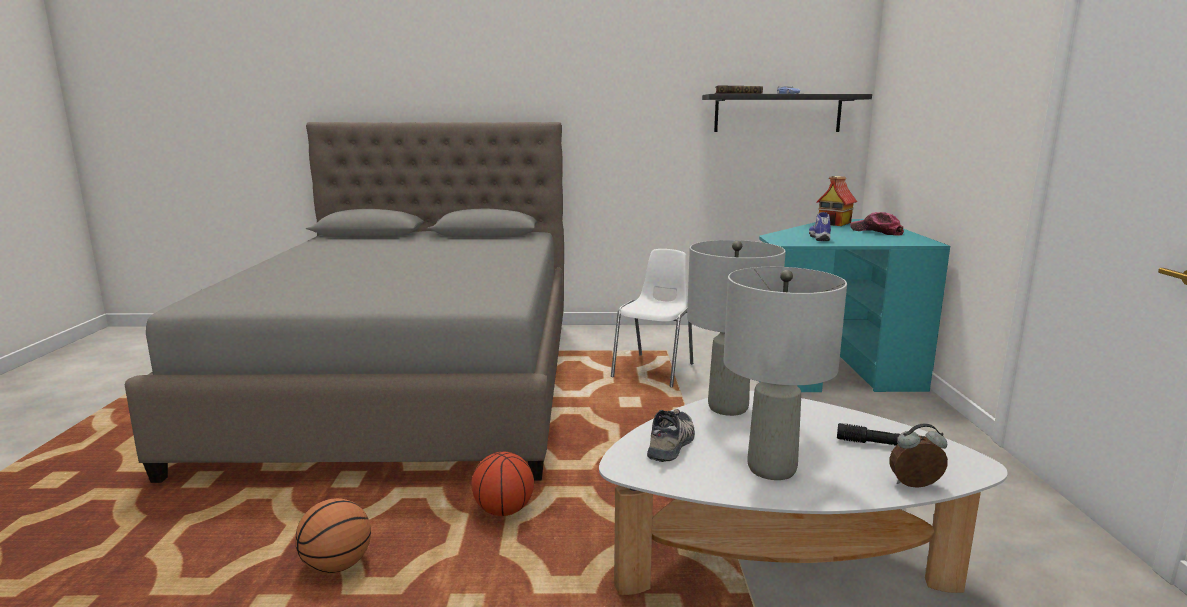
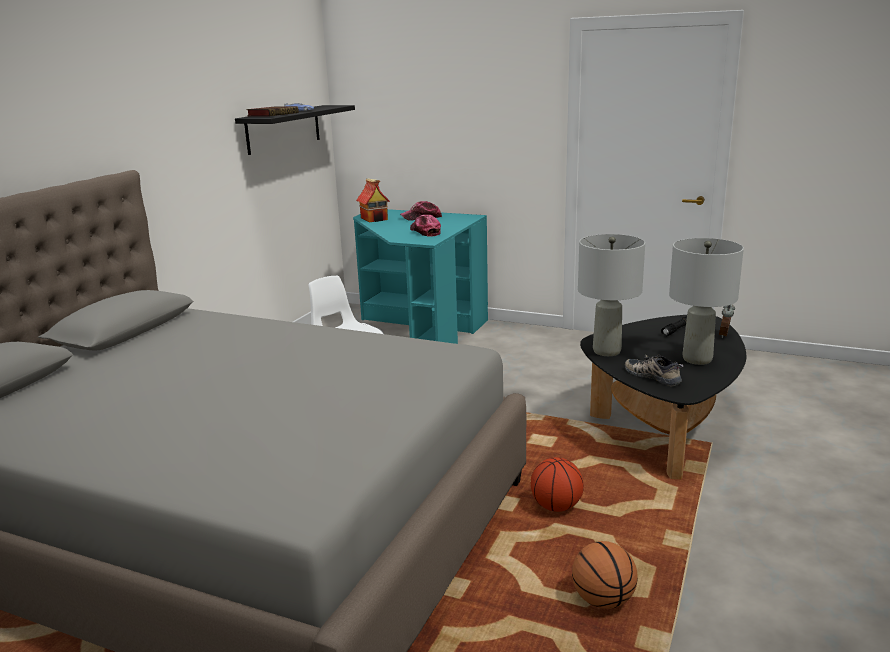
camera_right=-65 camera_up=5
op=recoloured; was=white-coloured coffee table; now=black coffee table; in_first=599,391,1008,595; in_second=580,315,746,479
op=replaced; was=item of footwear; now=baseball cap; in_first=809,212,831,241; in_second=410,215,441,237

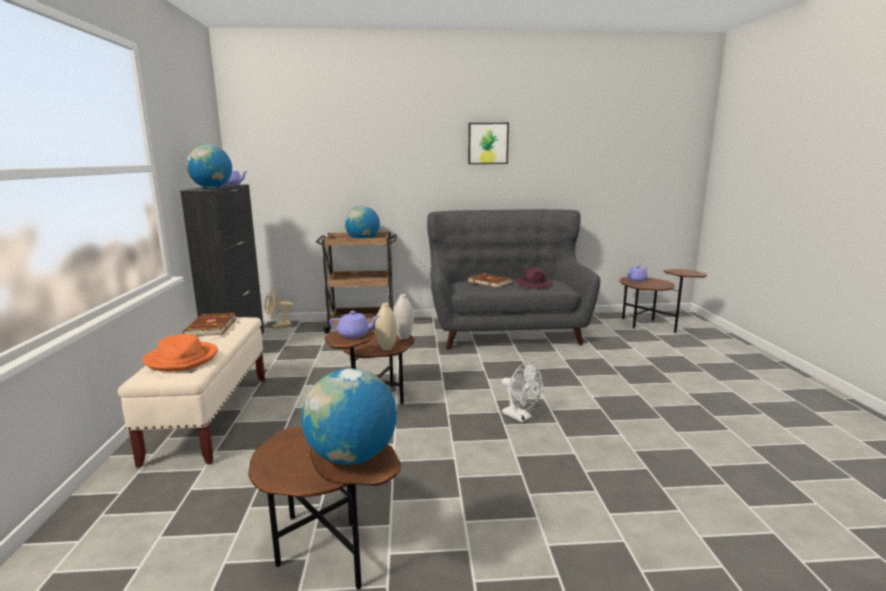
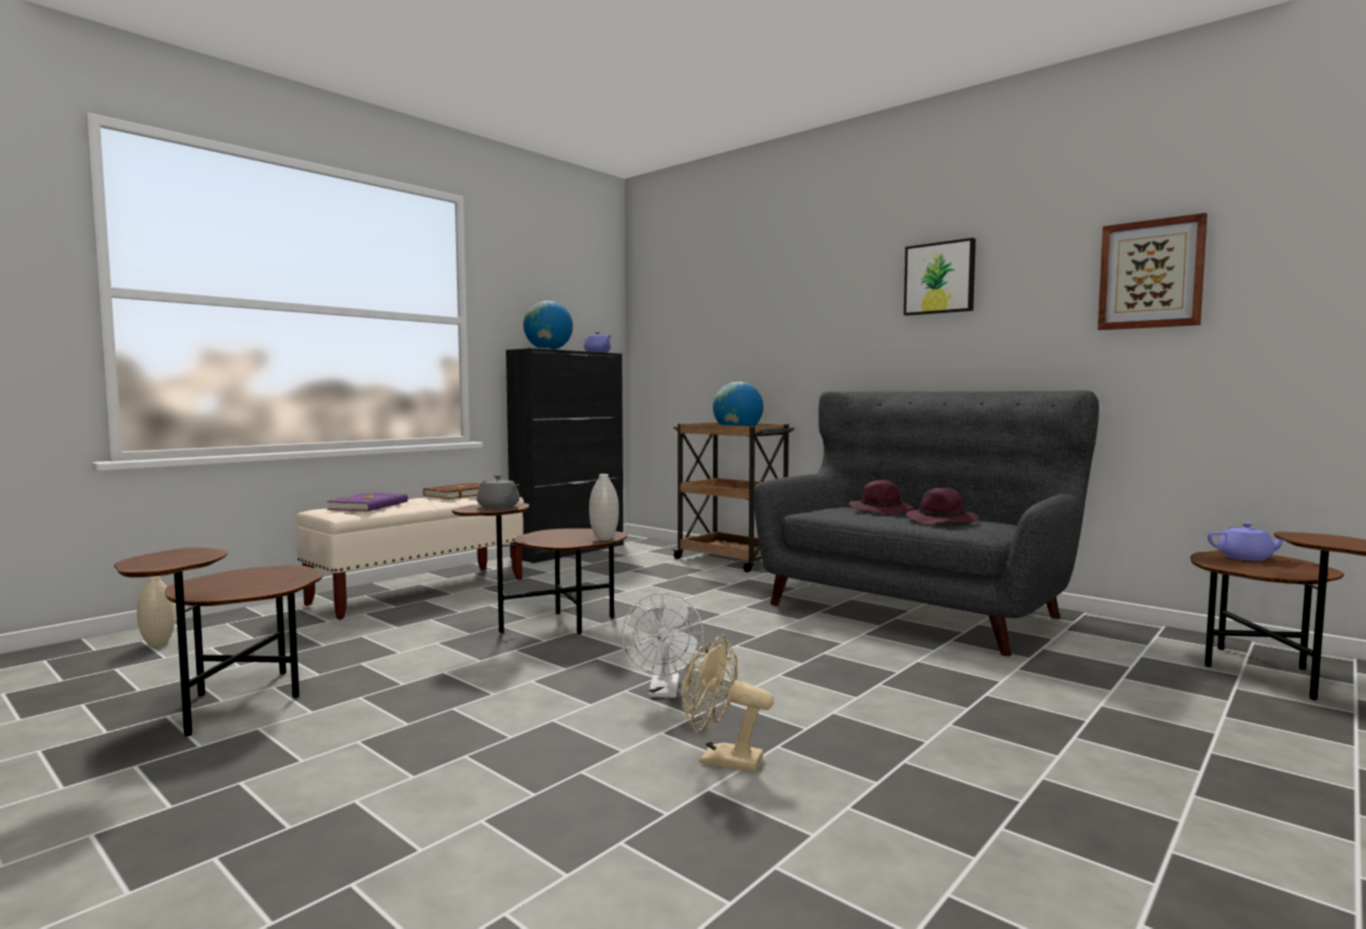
camera_right=45 camera_up=-10
op=replaced; was=orangey hat; now=purplish volume; in_first=143,334,218,371; in_second=326,492,408,511
op=moved; was=sand-coloured cooling fan; in_first=265,289,293,328; in_second=682,634,774,772
op=removed; was=world globe; in_first=301,368,397,465
op=recoloured; was=purplish pot for tea; now=grey pot for tea; in_first=329,311,380,338; in_second=477,475,520,509
op=moved; was=sand-coloured vase; in_first=375,303,397,351; in_second=137,576,175,647
op=replaced; was=brownish volume; now=purplish hat; in_first=467,273,513,288; in_second=849,480,914,515
op=added; now=picture; in_second=1098,213,1207,330

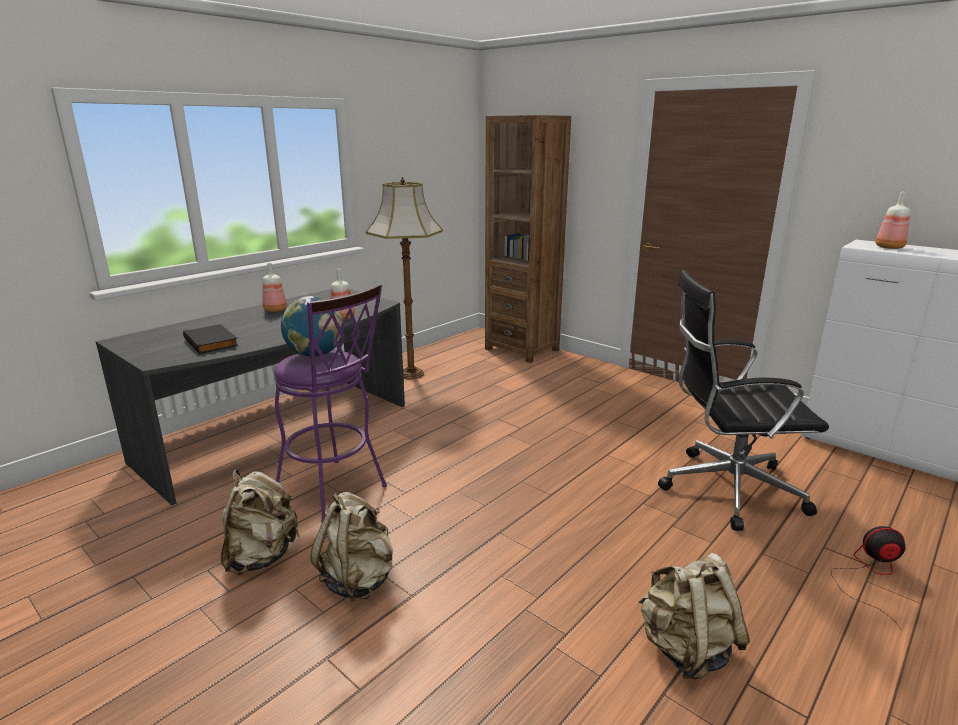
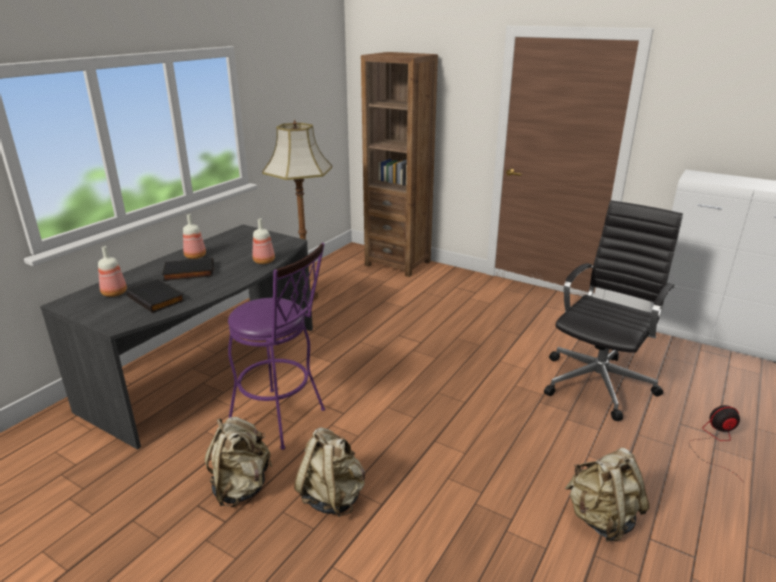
camera_right=-10 camera_up=5
op=removed; was=world globe; in_first=281,296,344,357
op=turned; was=black office chair; in_first=658,270,829,531; in_second=544,200,683,421; clockwise=135
op=moved; was=drink bottle; in_first=875,192,910,249; in_second=98,246,127,297
op=added; now=black volume; in_second=162,258,214,281

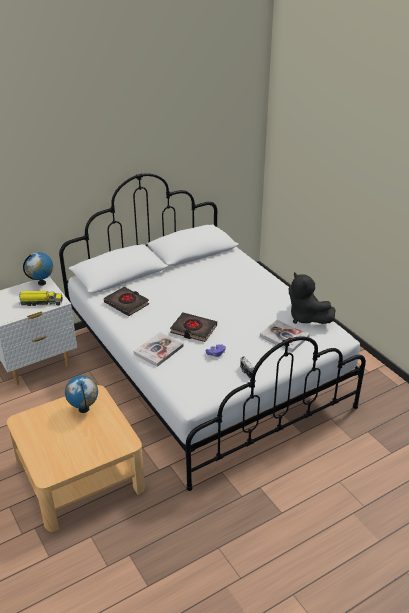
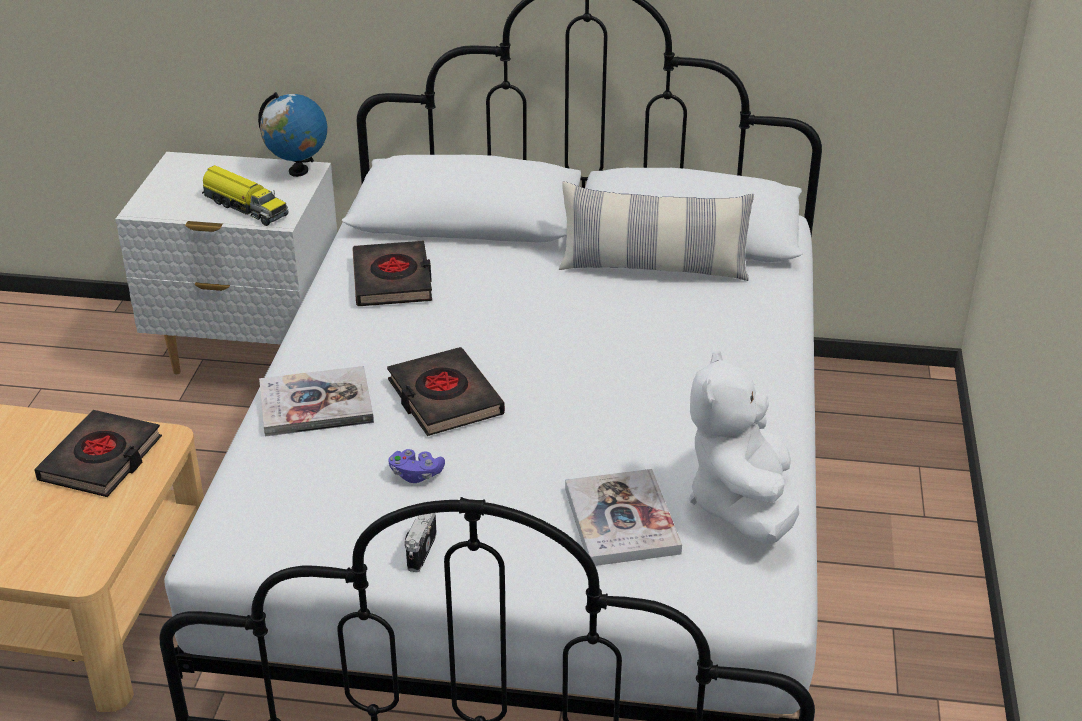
camera_right=40 camera_up=0
op=replaced; was=world globe; now=black volume; in_first=65,375,98,413; in_second=34,410,162,497
op=recoloured; was=black plush toy; now=white-coloured plush toy; in_first=289,272,335,324; in_second=689,349,799,544
op=added; now=throw pillow; in_second=559,181,754,281

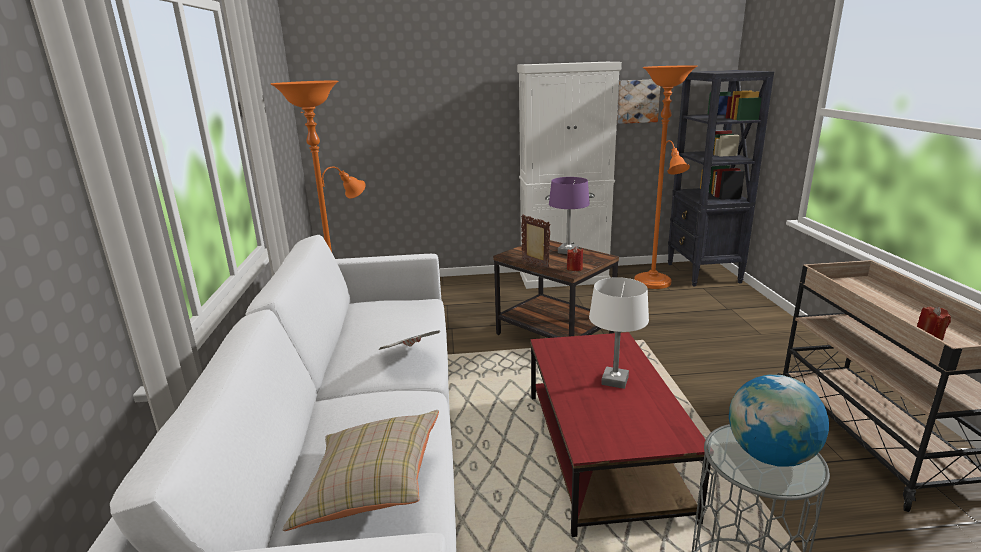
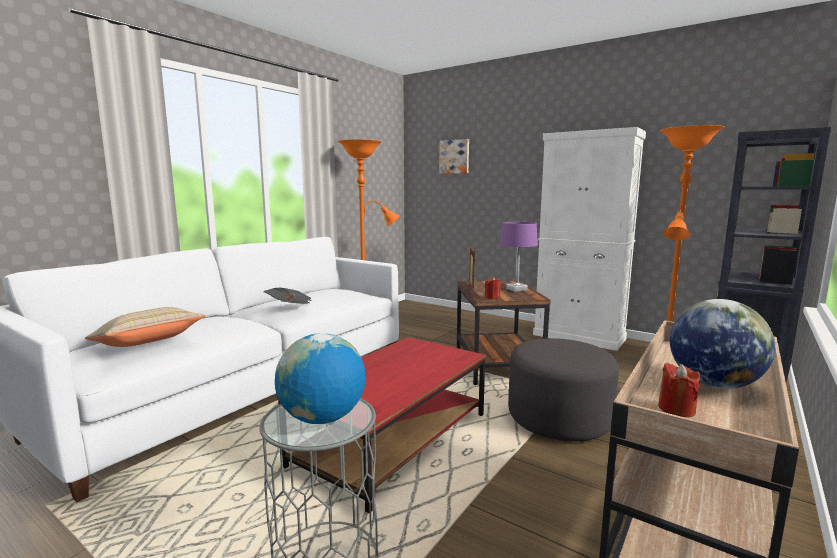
camera_right=40 camera_up=-10
op=removed; was=white-coloured table lamp; in_first=589,277,649,389
op=moved; was=picture; in_first=617,80,660,124; in_second=439,139,469,174
op=added; now=grey pouffe; in_second=508,338,619,441
op=added; now=world globe; in_second=670,299,775,389

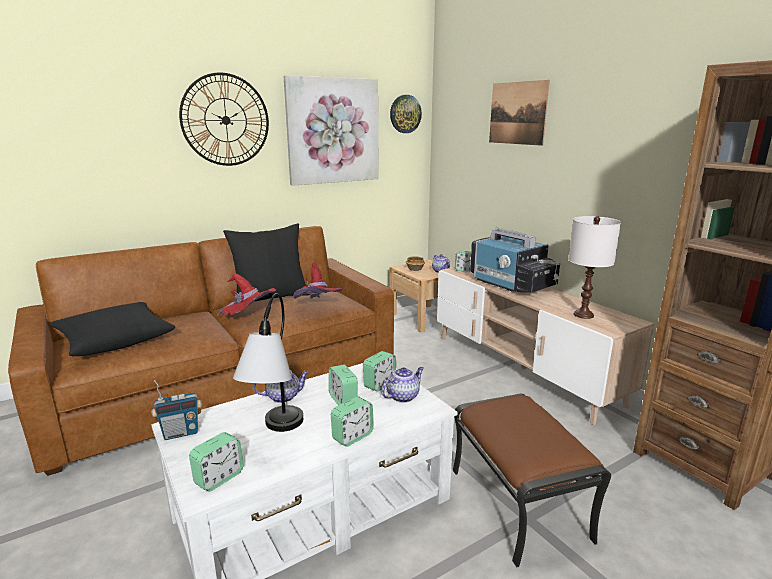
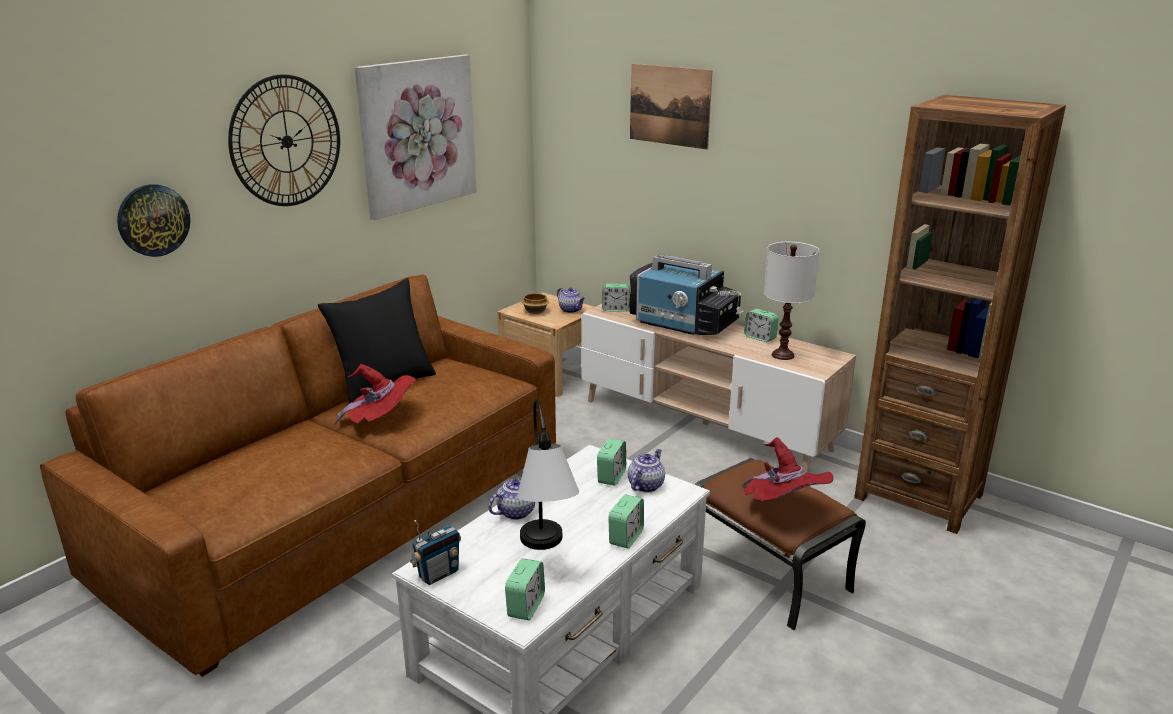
camera_right=-20 camera_up=5
op=removed; was=black throw pillow; in_first=50,302,175,356
op=moved; was=red-coloured hat; in_first=294,262,343,299; in_second=742,437,833,501
op=moved; was=bedside clock; in_first=329,364,358,405; in_second=744,309,778,342
op=moved; was=hanging clock; in_first=390,95,422,133; in_second=117,184,190,257

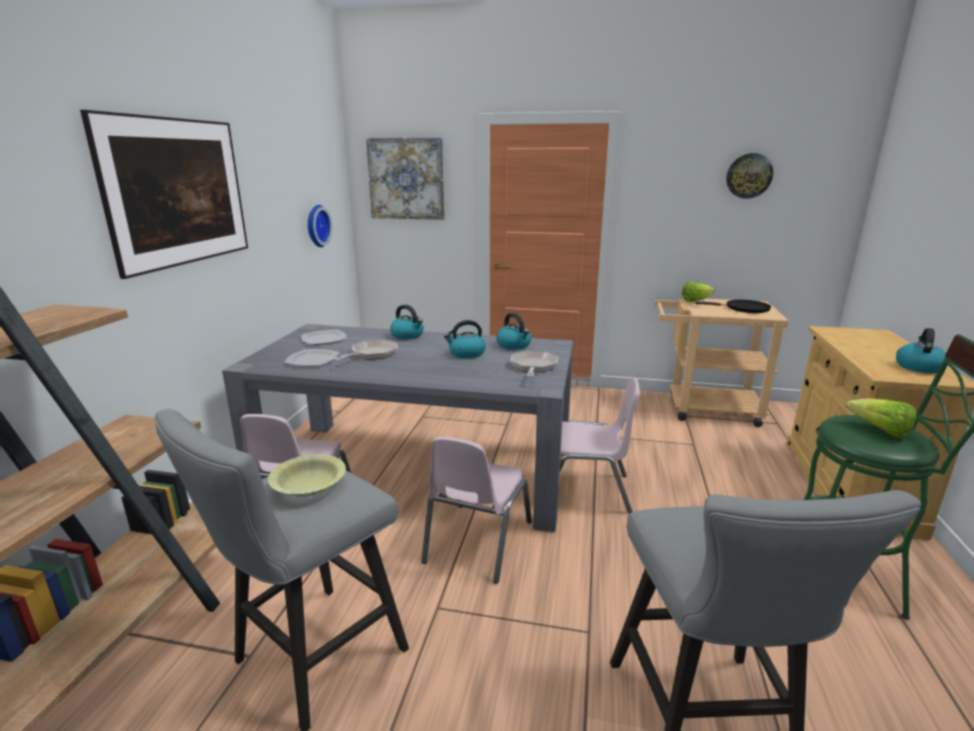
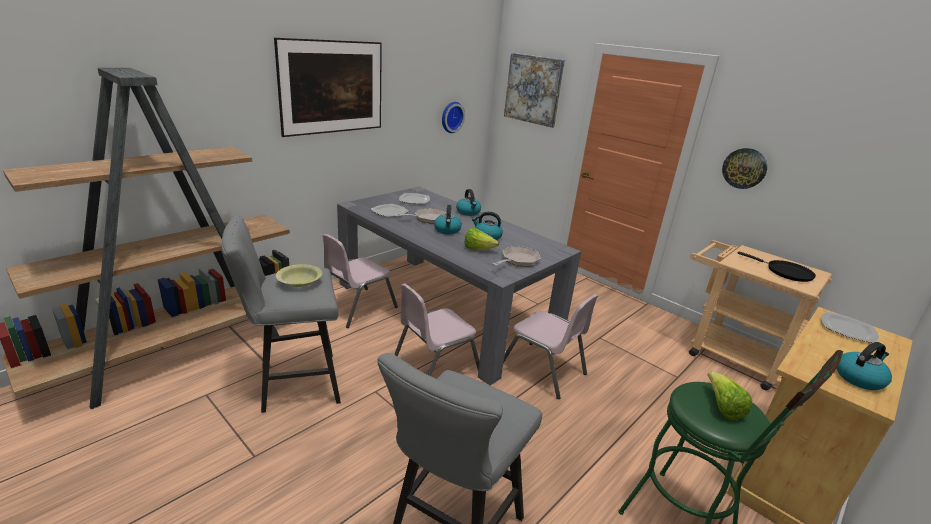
camera_right=30 camera_up=5
op=moved; was=kettle; in_first=496,313,531,350; in_second=434,205,462,234
op=moved; was=lettuce; in_first=682,282,715,302; in_second=464,228,499,250
op=moved; was=hanging clock; in_first=726,153,773,199; in_second=722,148,767,189
op=added; now=plate; in_second=821,312,879,343

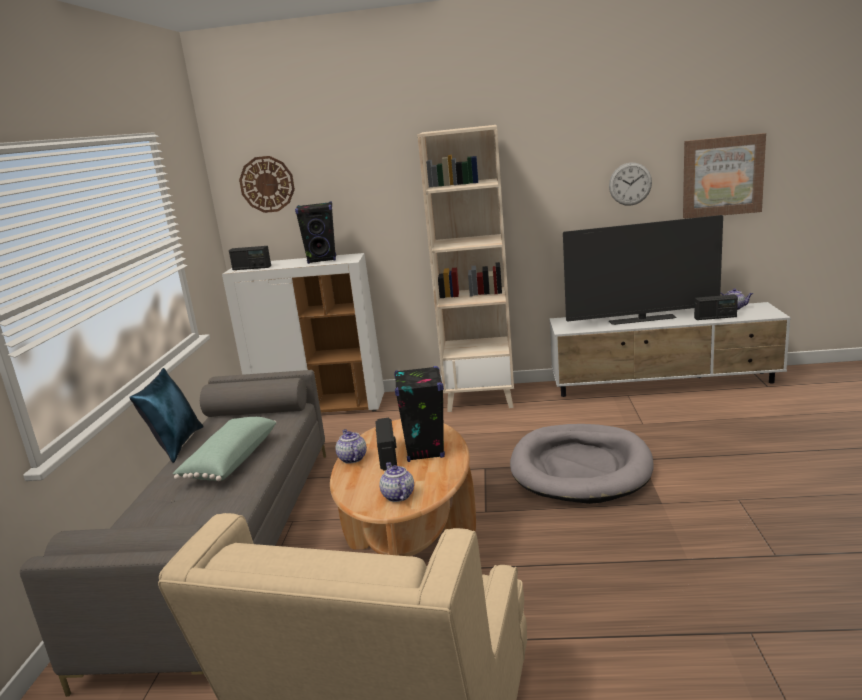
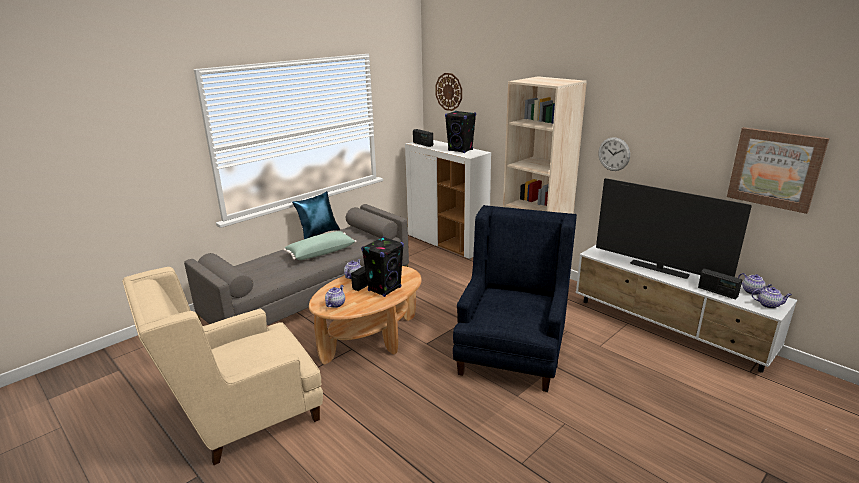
camera_right=40 camera_up=5
op=replaced; was=grey dog cushion; now=bluish lounge chair; in_first=510,424,654,504; in_second=453,205,577,392
op=moved; was=hanging clock; in_first=609,163,652,206; in_second=598,137,630,171
op=added; now=pot for tea; in_second=752,287,792,309

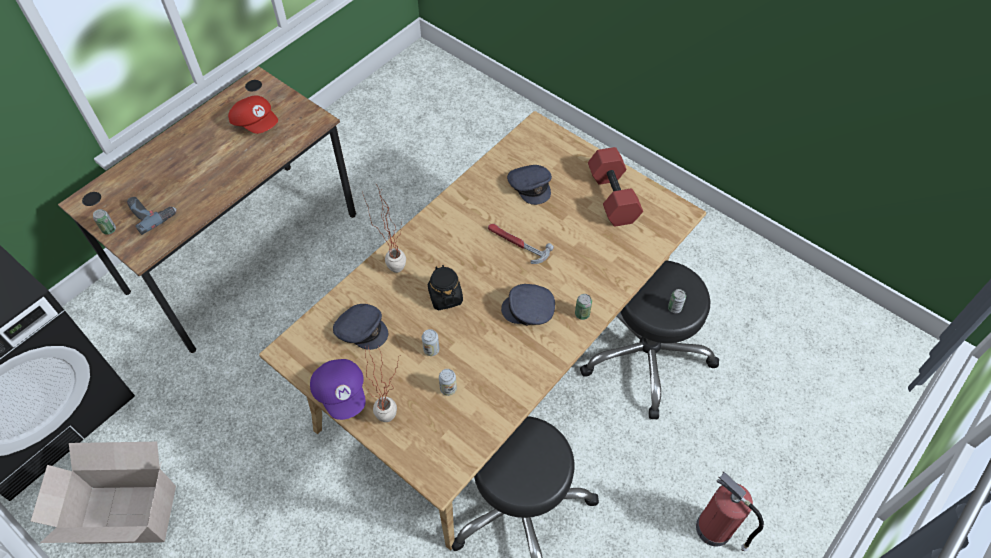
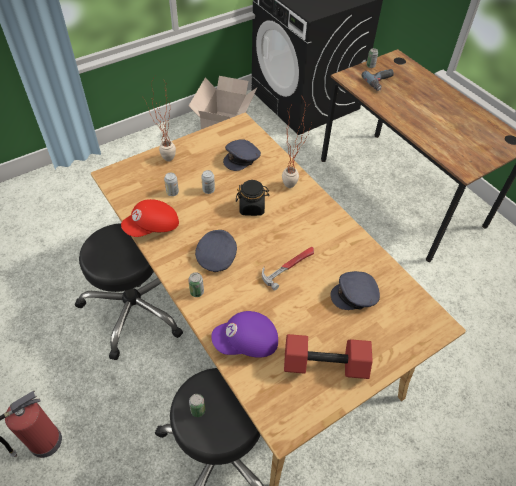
camera_right=105 camera_up=-5
op=moved; was=red-coloured baseball cap; in_first=228,95,278,134; in_second=121,199,179,237
op=moved; was=purplish baseball cap; in_first=310,359,366,420; in_second=211,311,278,358

